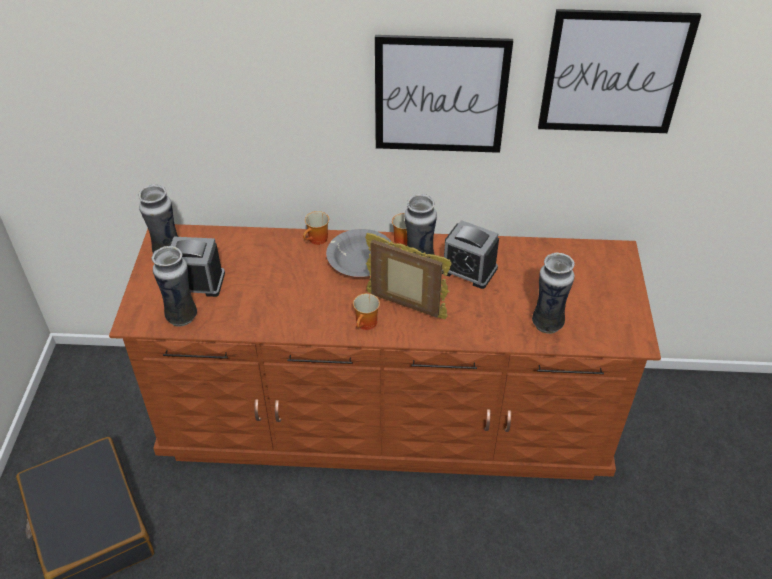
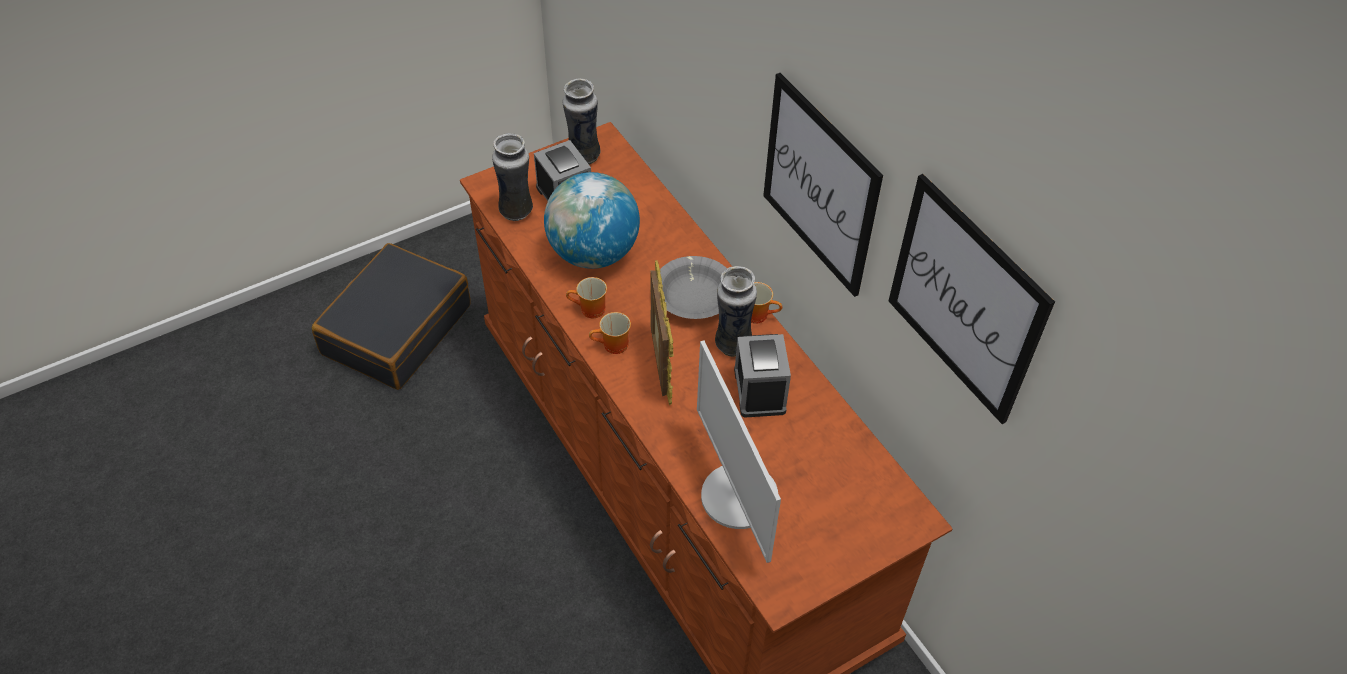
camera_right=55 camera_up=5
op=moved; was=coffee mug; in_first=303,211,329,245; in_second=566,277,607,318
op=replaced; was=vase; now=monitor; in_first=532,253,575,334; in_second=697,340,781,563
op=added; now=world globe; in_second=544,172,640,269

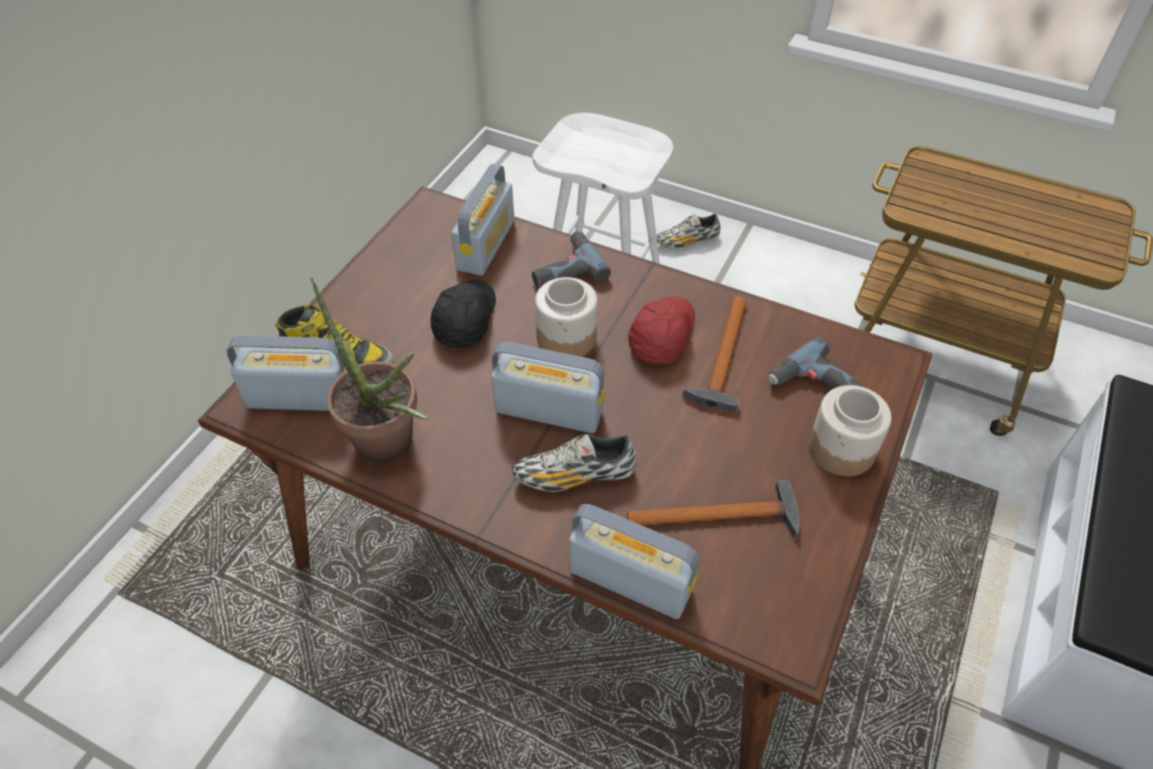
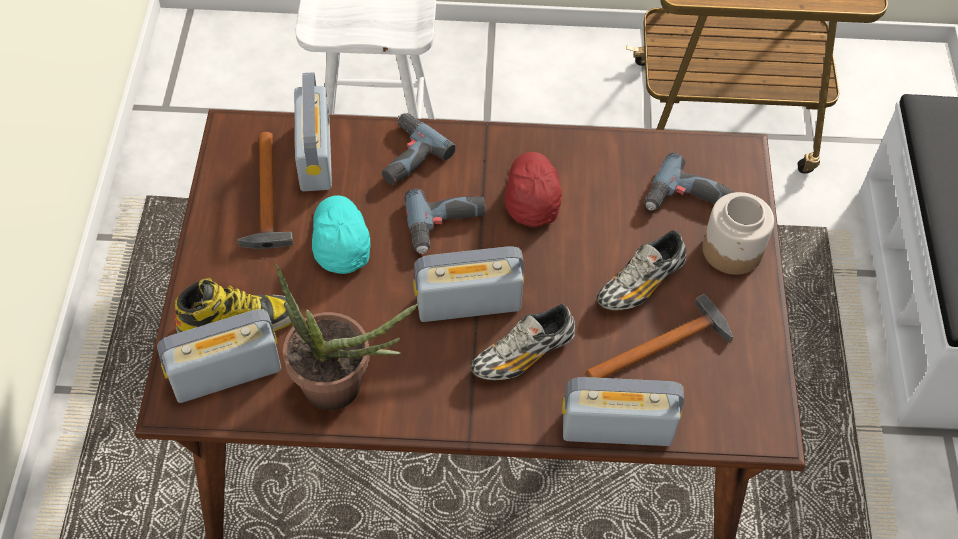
camera_right=-25 camera_up=5
op=recoloured; was=black baseball cap; now=blue-green baseball cap; in_first=430,280,496,348; in_second=312,195,371,274
op=replaced; was=jar; now=drill; in_first=535,277,597,357; in_second=405,189,486,254
op=moved; was=item of footwear; in_first=656,214,721,248; in_second=597,230,686,311
op=moved; was=tool hammer; in_first=682,296,747,412; in_second=238,132,293,249

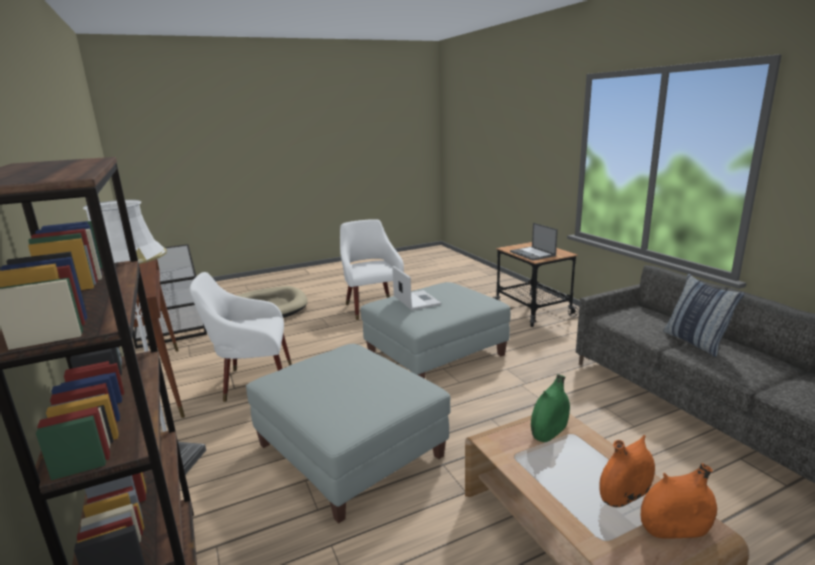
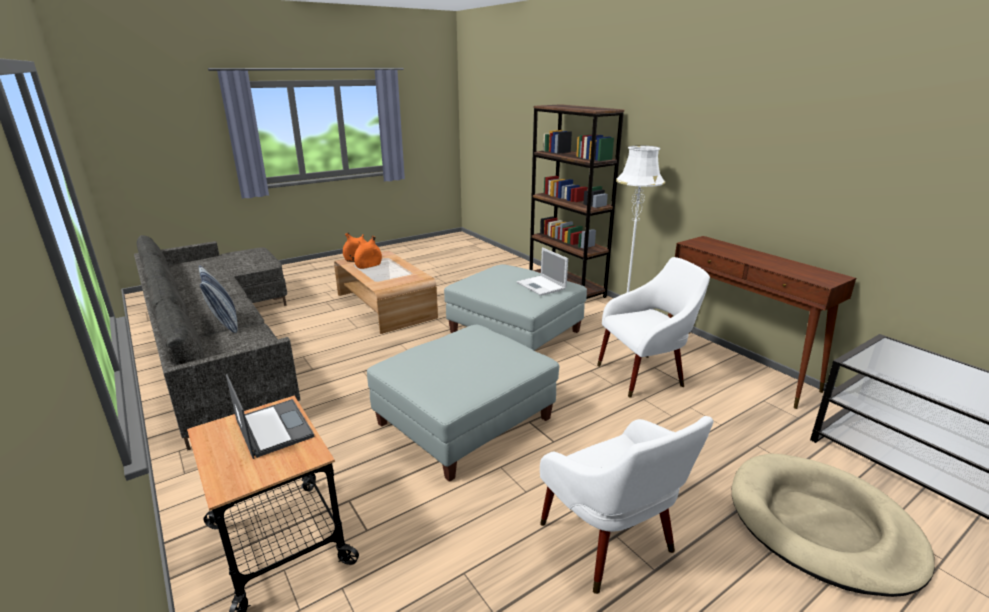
camera_right=170 camera_up=5
op=moved; was=portable computer; in_first=392,266,441,310; in_second=517,247,568,296
op=removed; was=greenish vase; in_first=531,374,570,442

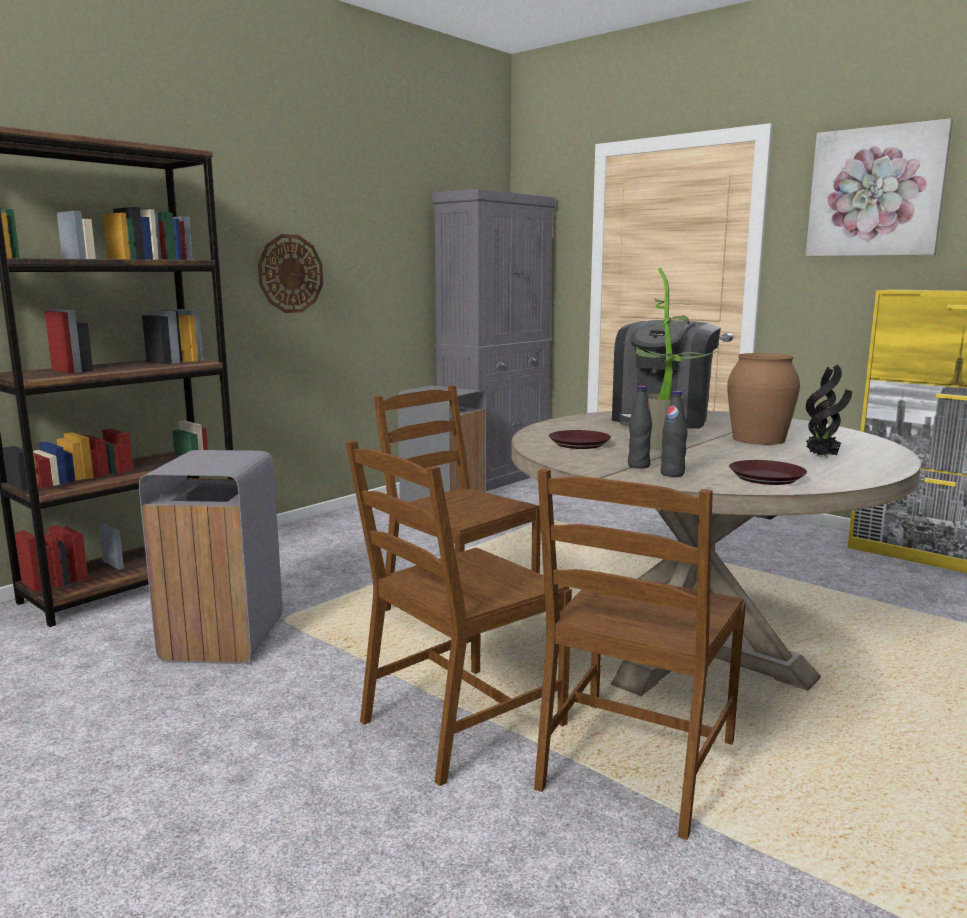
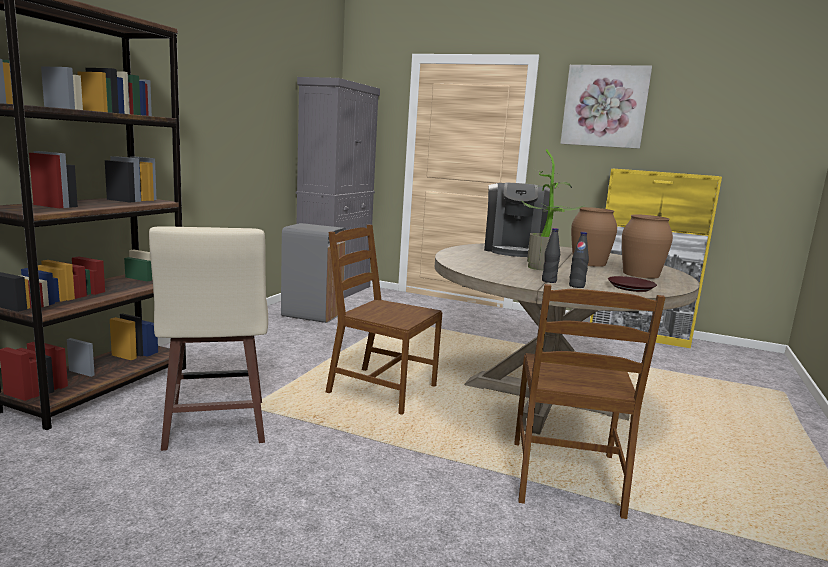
camera_right=-20 camera_up=0
op=replaced; was=grey rubbish bin; now=sand-coloured sitting stool; in_first=139,450,282,664; in_second=149,226,268,451
op=removed; was=hanging clock; in_first=258,234,323,313
op=removed; was=brownish plain chair; in_first=346,441,572,786
op=removed; was=brownish plate; in_first=549,430,611,449
op=replaced; was=potted plant; now=brownish vase; in_first=806,365,852,458; in_second=622,214,673,278

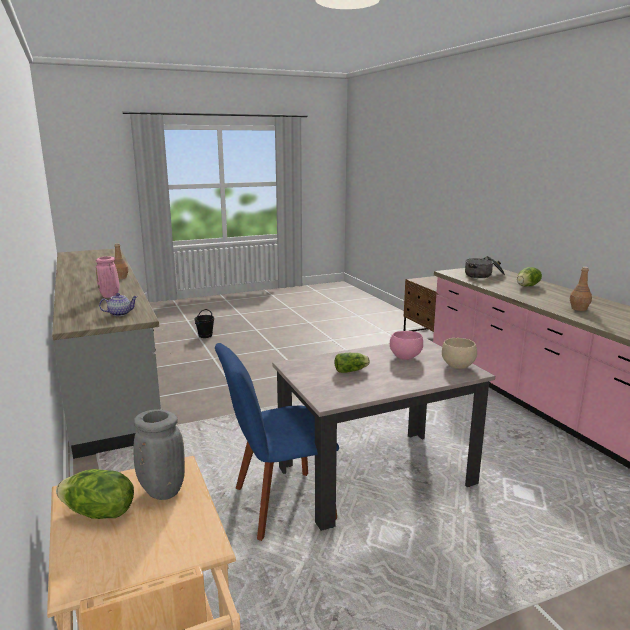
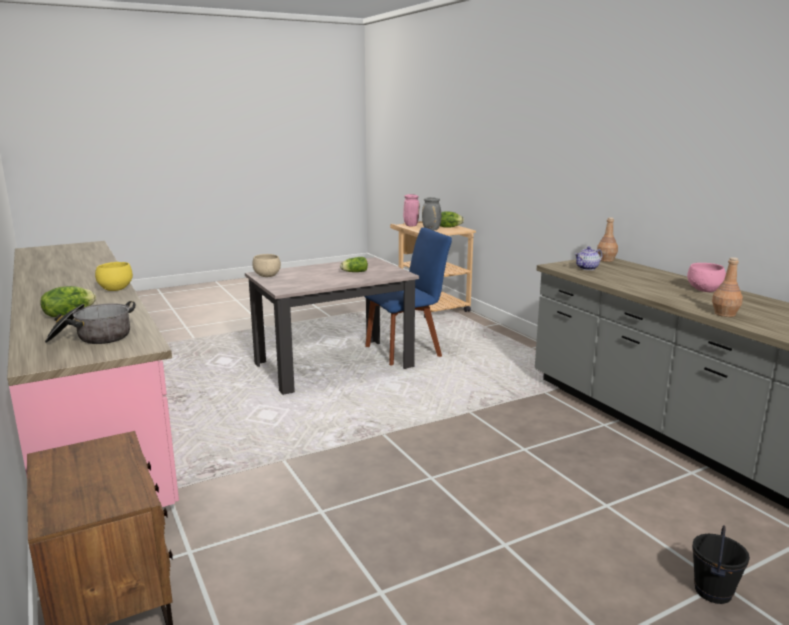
camera_right=175 camera_up=0
op=moved; was=pinkish vase; in_first=96,256,119,298; in_second=403,194,420,227
op=moved; was=pinkish serving bowl; in_first=390,331,423,360; in_second=687,263,726,292
op=moved; was=brownish drink bottle; in_first=570,267,592,311; in_second=597,217,618,262
op=added; now=yellow-coloured serving bowl; in_second=95,262,133,291

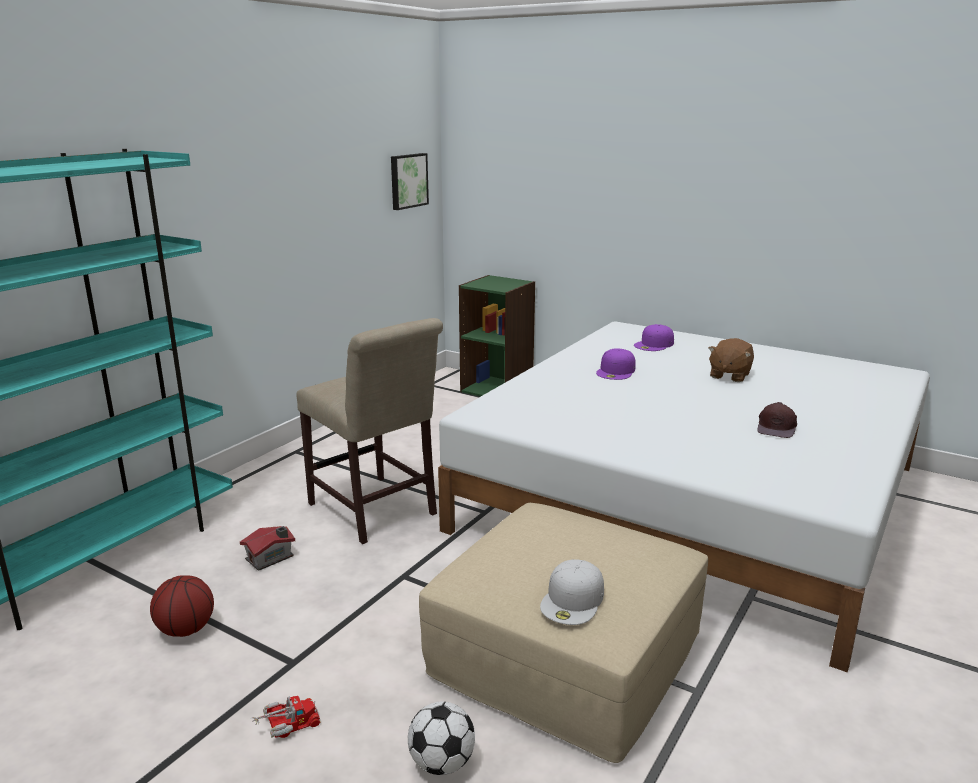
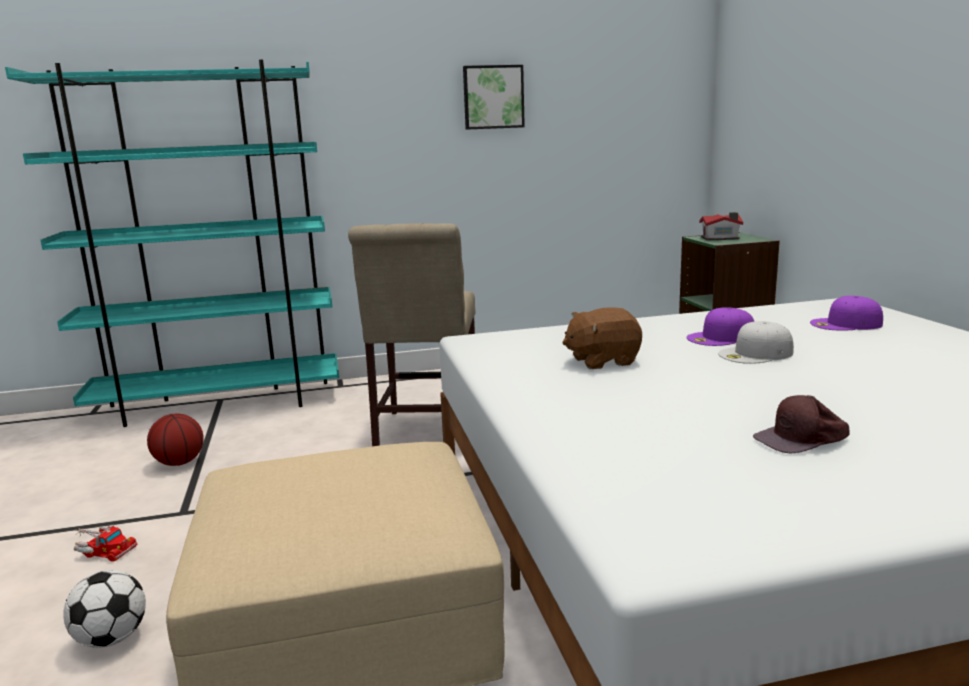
camera_right=45 camera_up=-5
op=moved; was=miniature house; in_first=240,526,295,571; in_second=699,212,743,240
op=moved; was=picture; in_first=391,153,429,210; in_second=463,65,525,130
op=moved; was=white-coloured baseball cap; in_first=540,559,604,625; in_second=718,321,794,364
op=moved; was=brownish plush toy; in_first=708,338,754,382; in_second=562,307,642,369

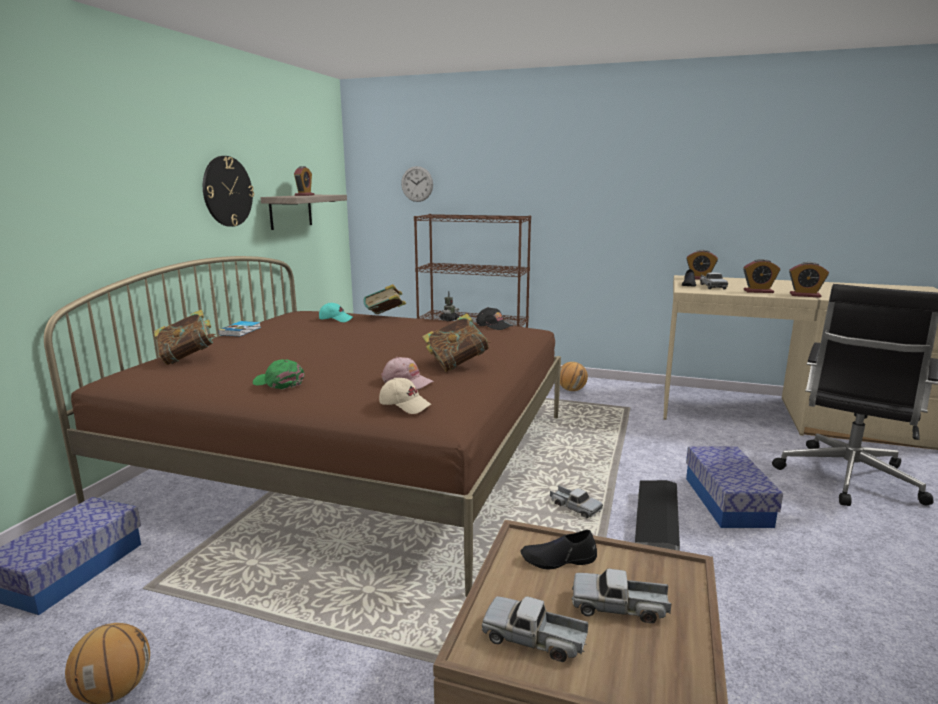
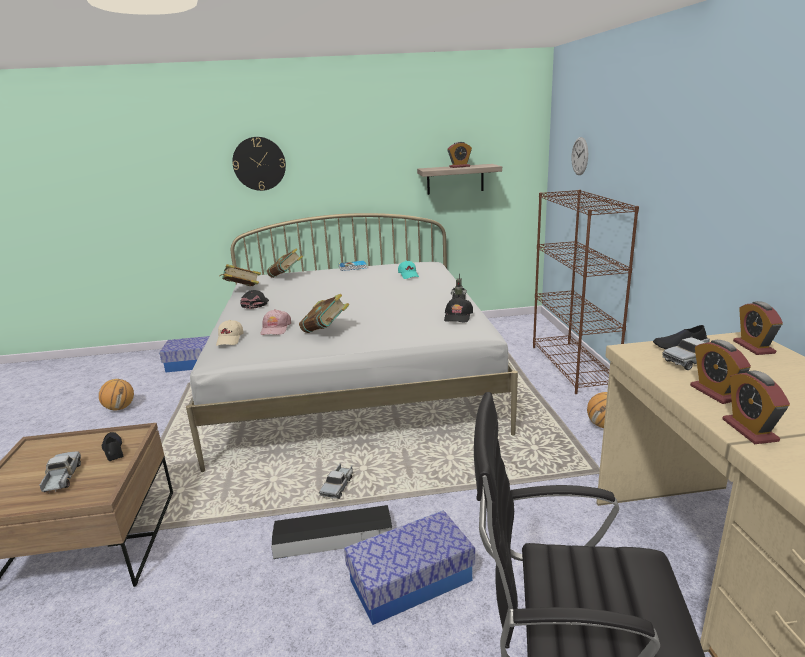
camera_right=65 camera_up=5
op=recoloured; was=brownish bedroom bed; now=white-coloured bedroom bed; in_first=44,256,561,597; in_second=186,213,518,472
op=moved; was=hanging clock; in_first=203,156,254,227; in_second=232,137,286,191
op=recoloured; was=greenish baseball cap; now=black baseball cap; in_first=253,359,304,389; in_second=240,290,269,309
op=moved; was=volume; in_first=363,284,406,314; in_second=220,264,261,286
op=removed; was=toy truck; in_first=482,596,588,662

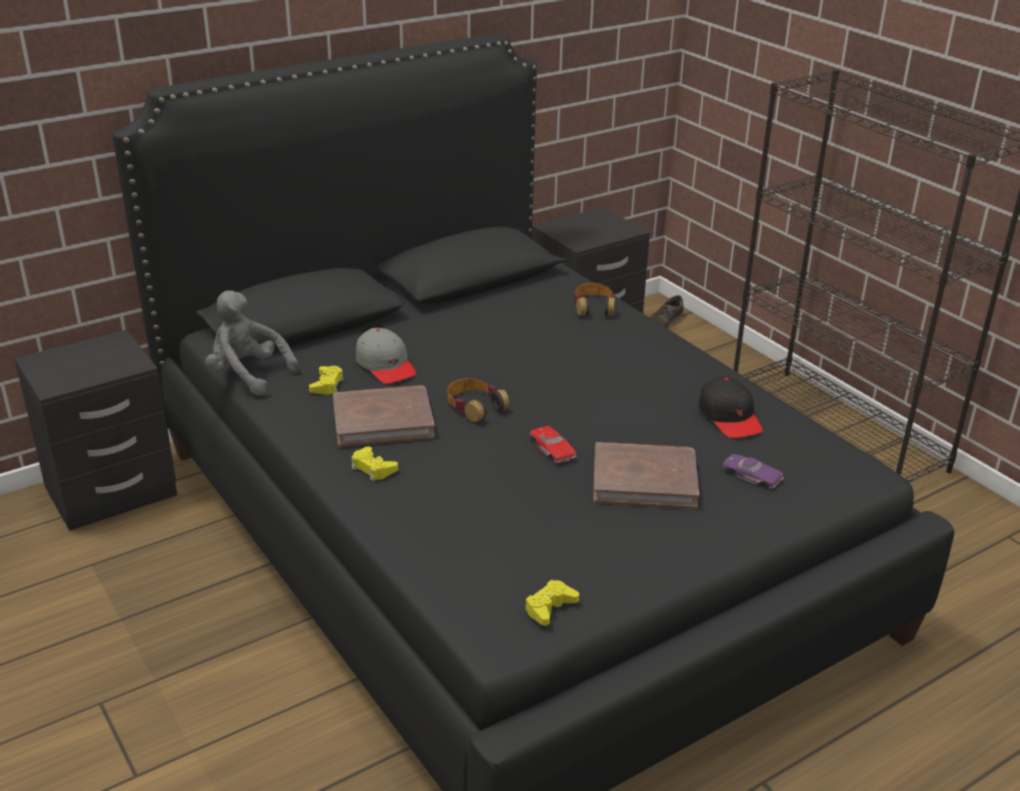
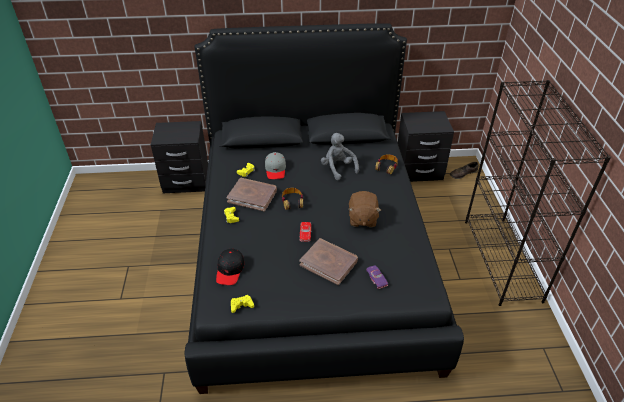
camera_right=30 camera_up=10
op=moved; was=grey plush toy; in_first=205,290,299,395; in_second=321,133,359,180
op=moved; was=black baseball cap; in_first=698,376,763,438; in_second=216,249,244,285
op=added; now=brownish plush toy; in_second=348,191,381,227

